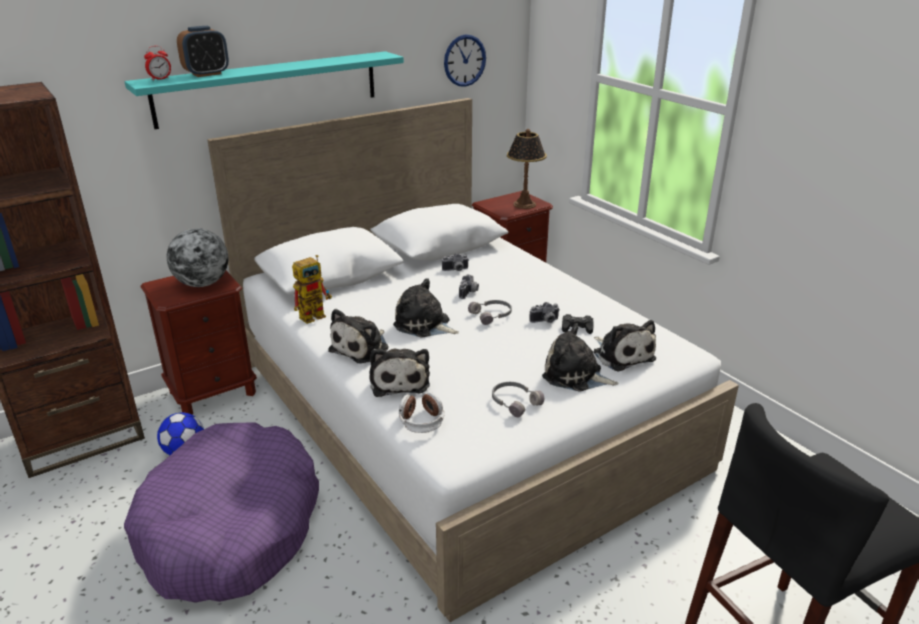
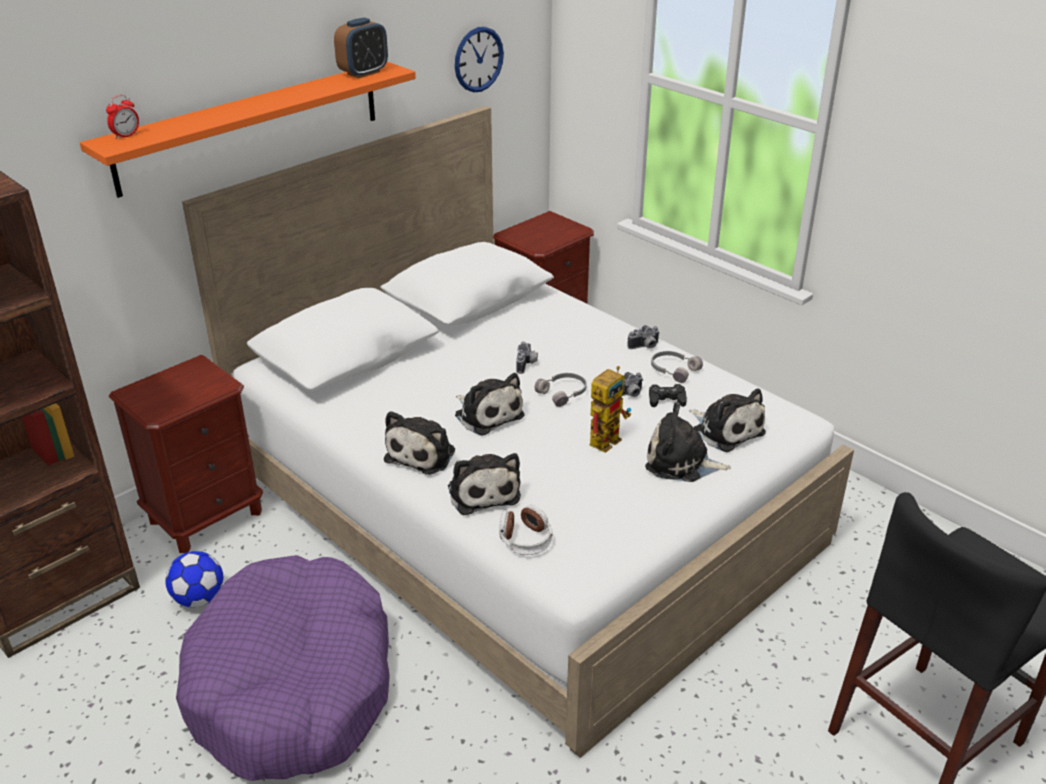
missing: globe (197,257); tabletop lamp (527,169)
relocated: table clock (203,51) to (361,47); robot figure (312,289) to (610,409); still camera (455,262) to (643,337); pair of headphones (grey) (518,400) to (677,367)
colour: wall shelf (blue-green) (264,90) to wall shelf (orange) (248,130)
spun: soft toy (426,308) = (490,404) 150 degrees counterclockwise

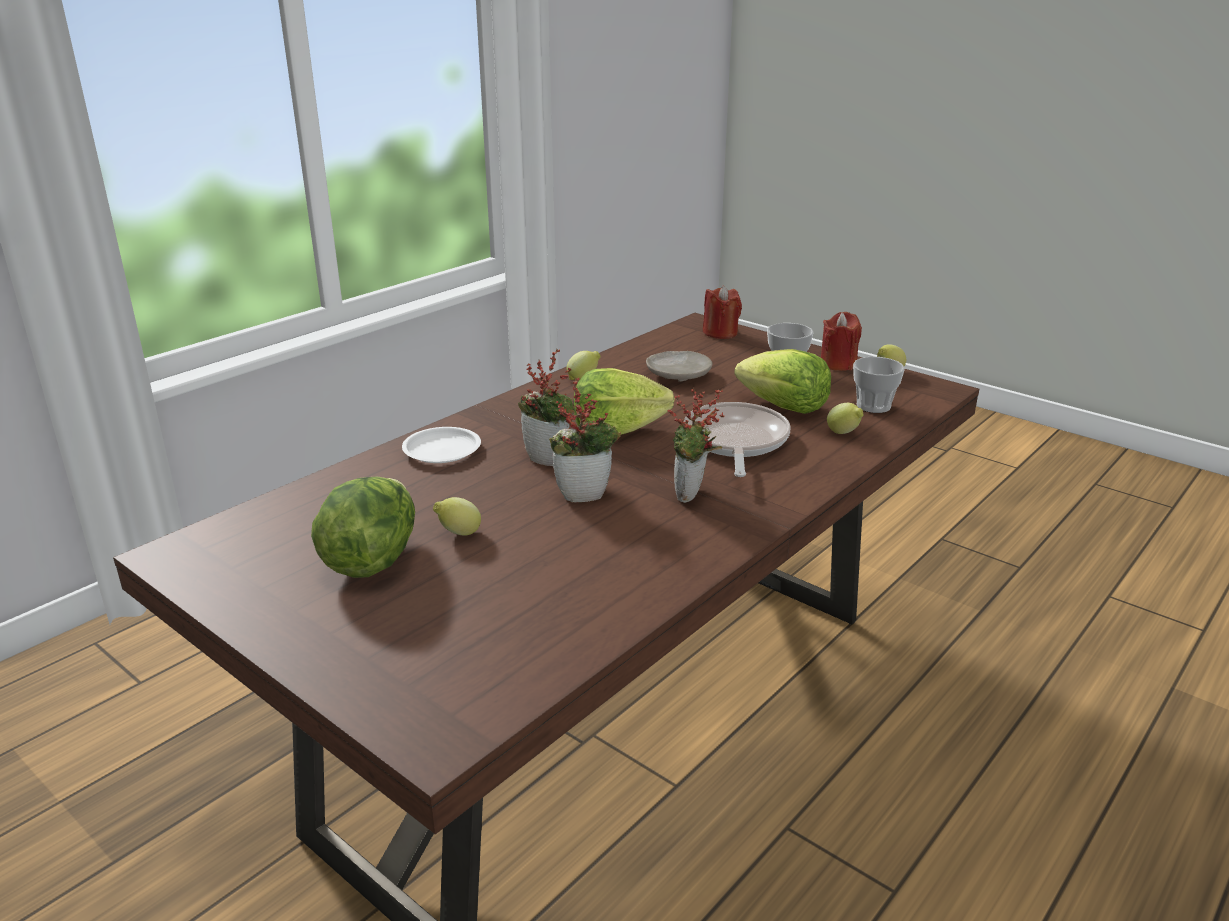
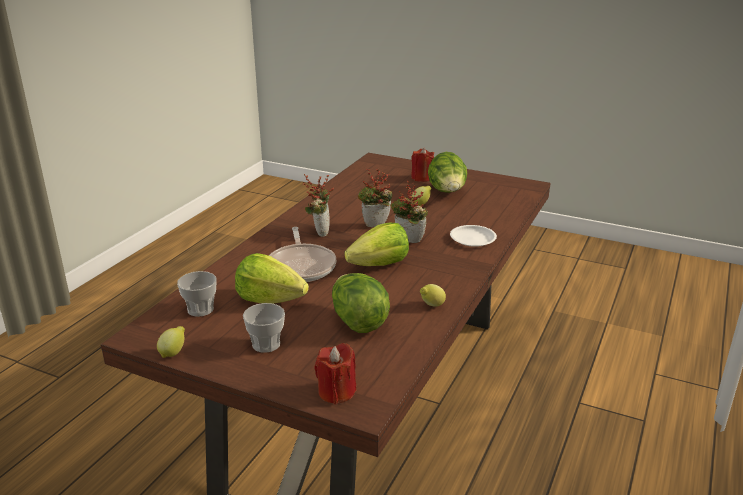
missing: citrus fruit (845,418)
relocated: wax candle (reddish) (841,341) to (422,165)
exchanged: flat dish (beige) (679,366) to lettuce (361,303)

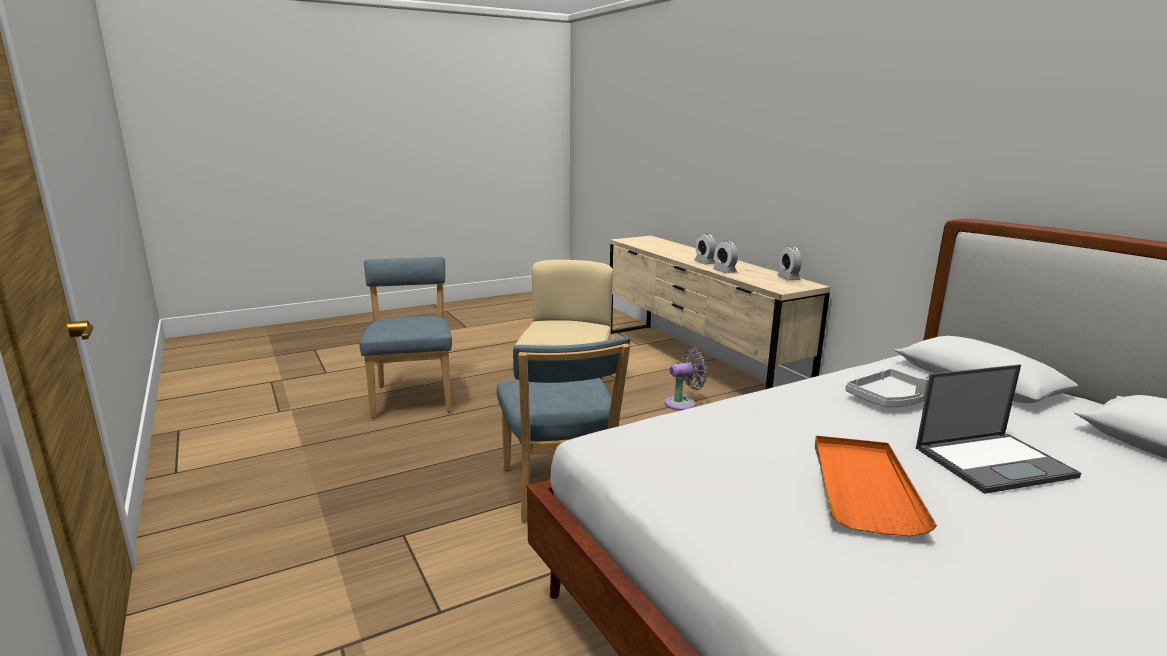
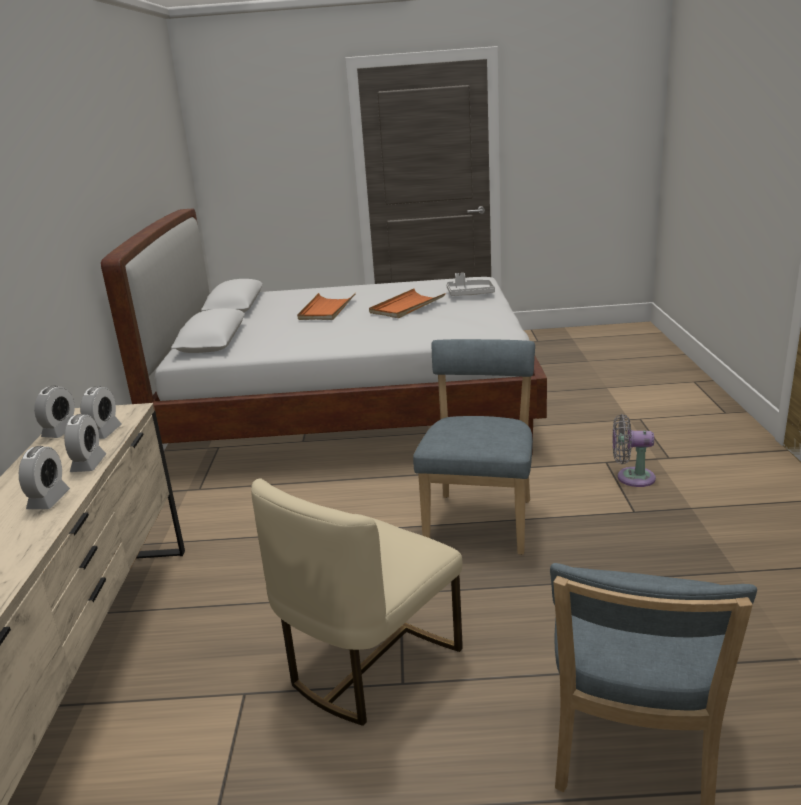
appeared: table clock (100,412)
relocated: serving tray (grey) (887,388) to (470,284); cooling fan (grey) (686,379) to (634,450)
exchanged: portable computer (998,429) to serving tray (orange) (326,306)

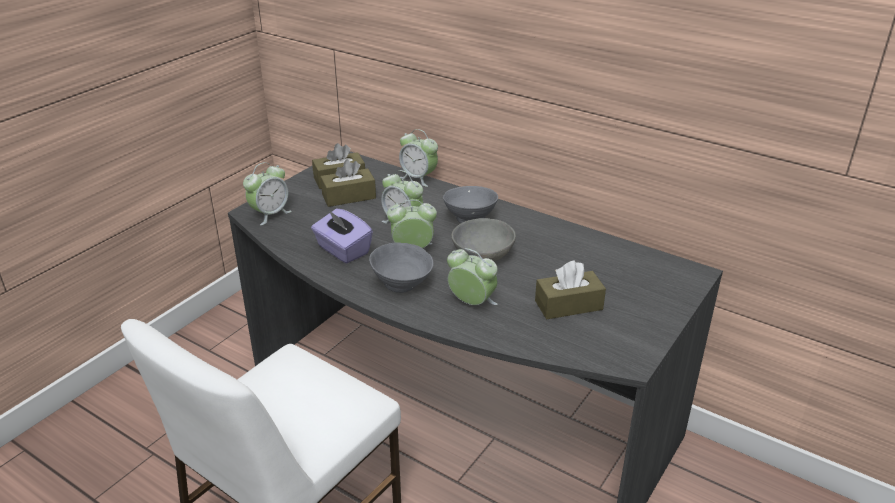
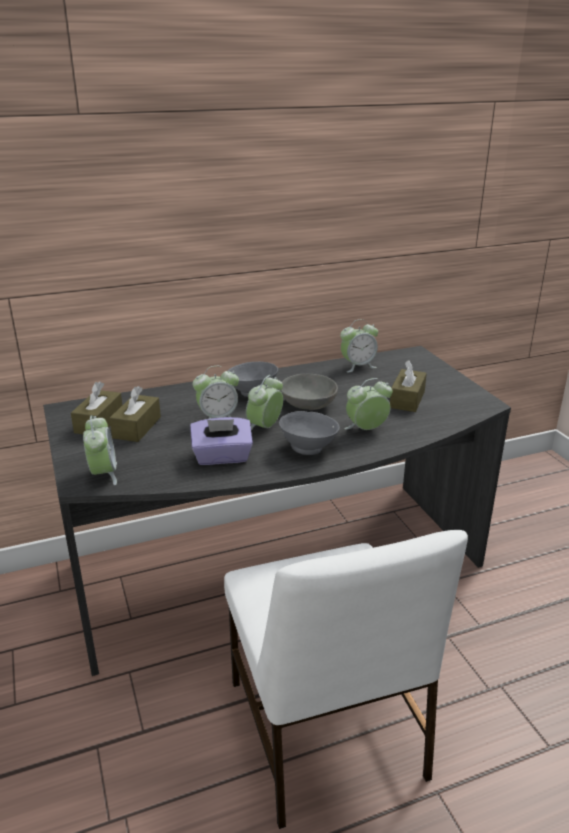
relocated: table clock (418,158) to (359,345)

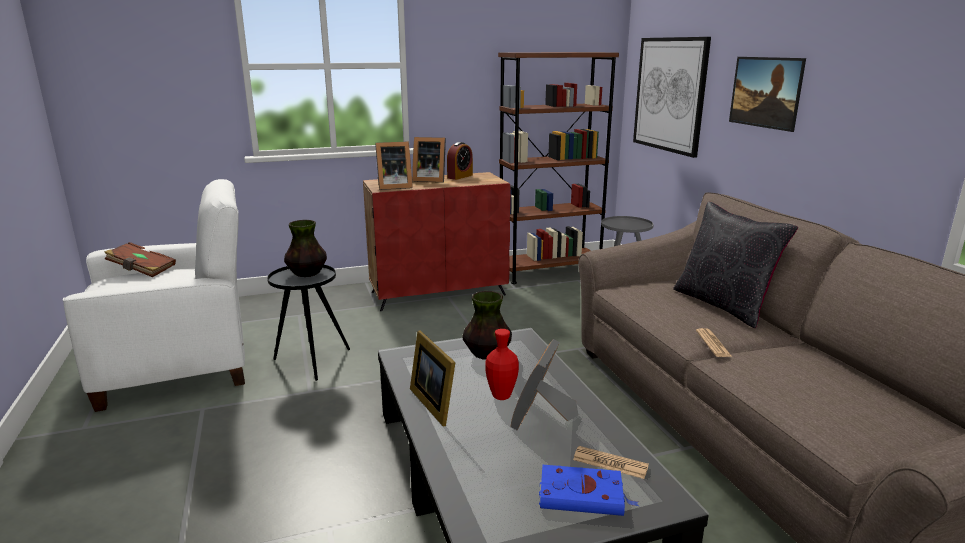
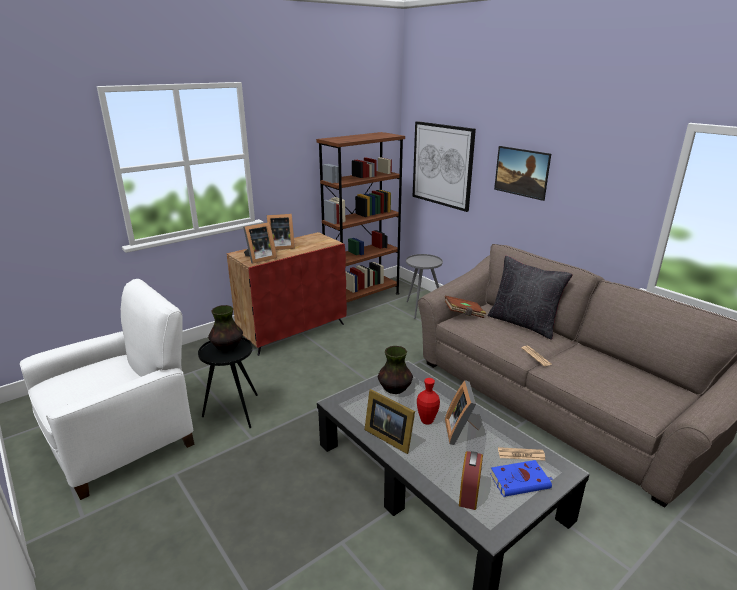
relocated: book (brown) (140,259) to (465,306); table clock (460,161) to (471,480)

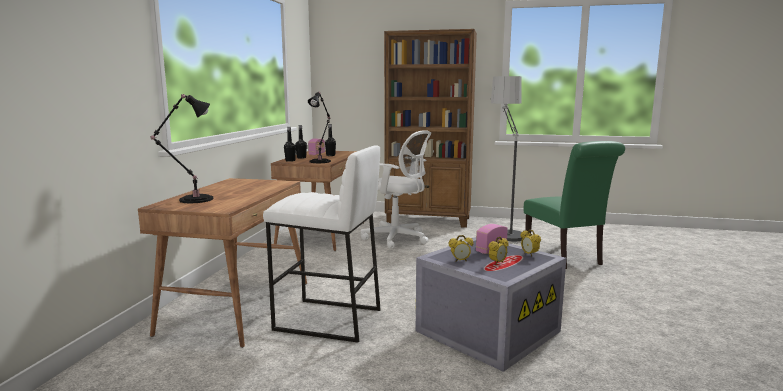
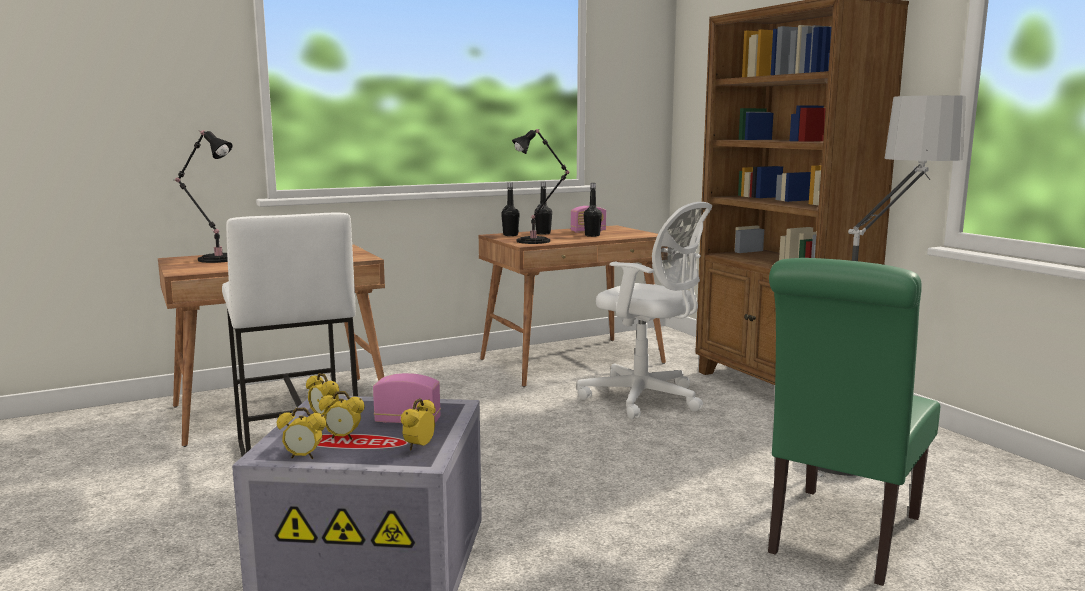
appeared: table clock (301,433)
spun: computer chair (white-coloured) (395,189) = (644,310) 45 degrees counterclockwise

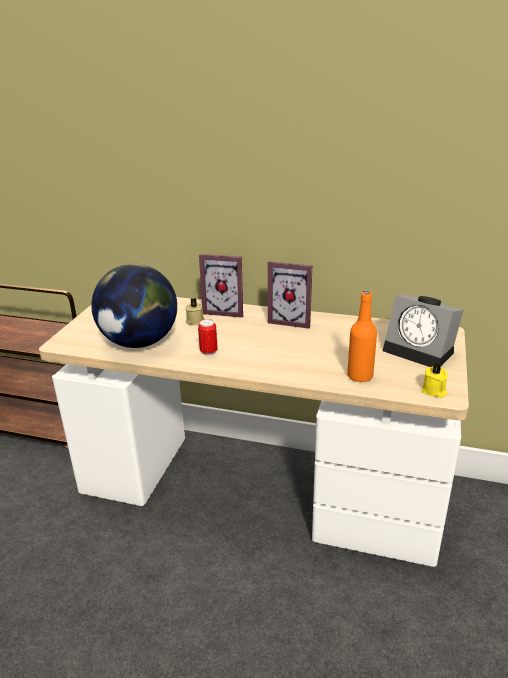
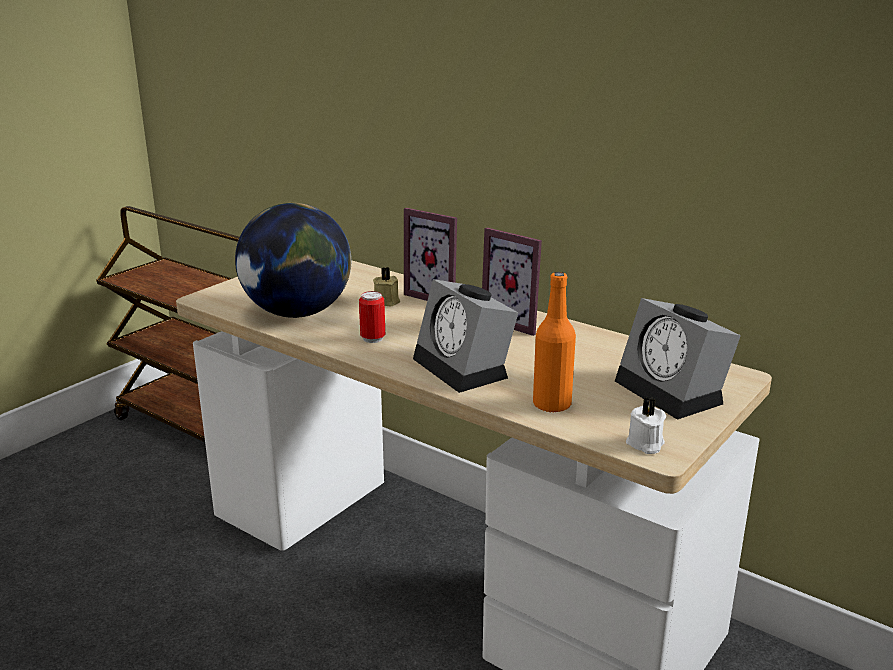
appeared: table clock (465,336)
colour: wax candle (yellow) (434,380) to wax candle (white-coloured) (646,425)

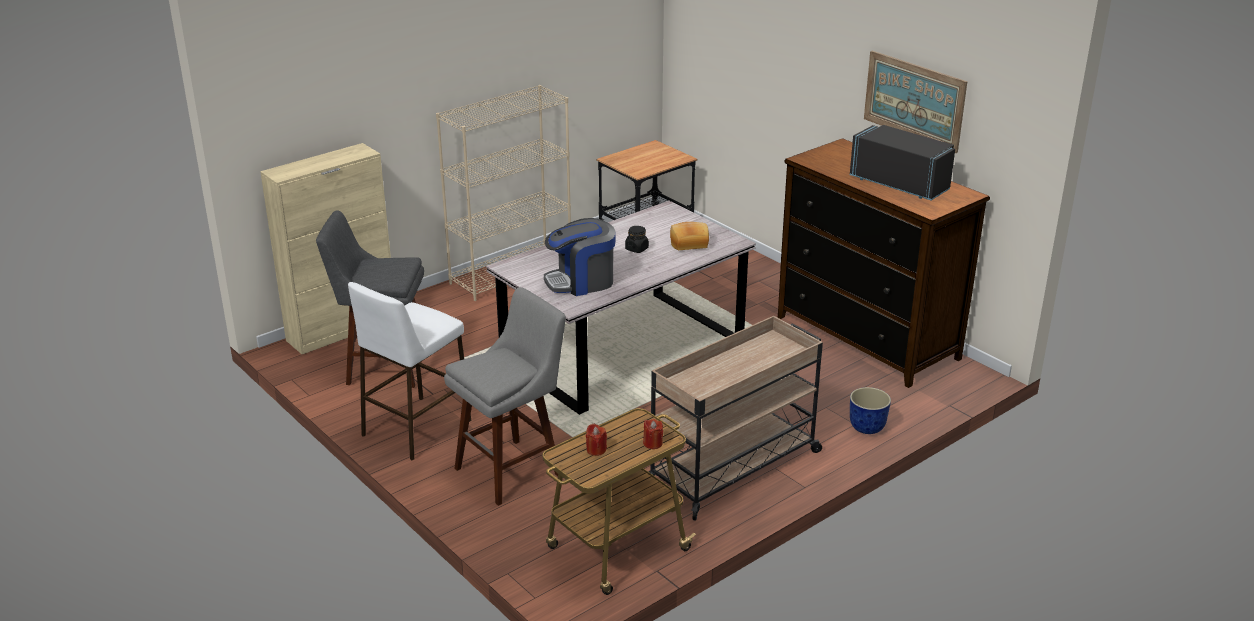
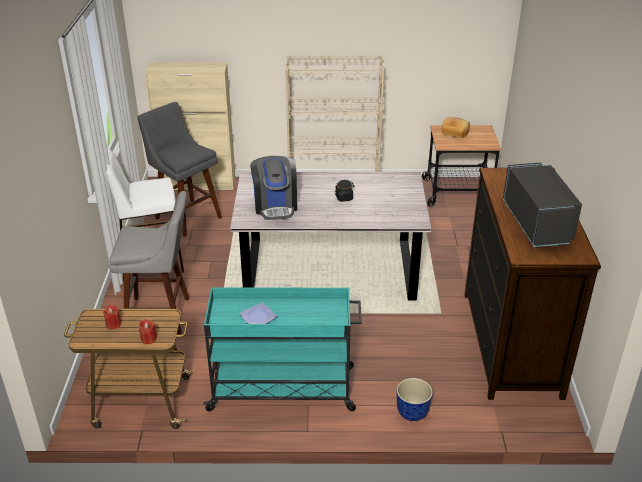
missing: picture (915,102)
appeared: flat dish (258,313)
relocated: bread (689,236) to (456,127)
colour: cart (beige) (735,418) to cart (blue-green) (282,349)
spun: coffee maker (579,257) = (273,188) 120 degrees counterclockwise

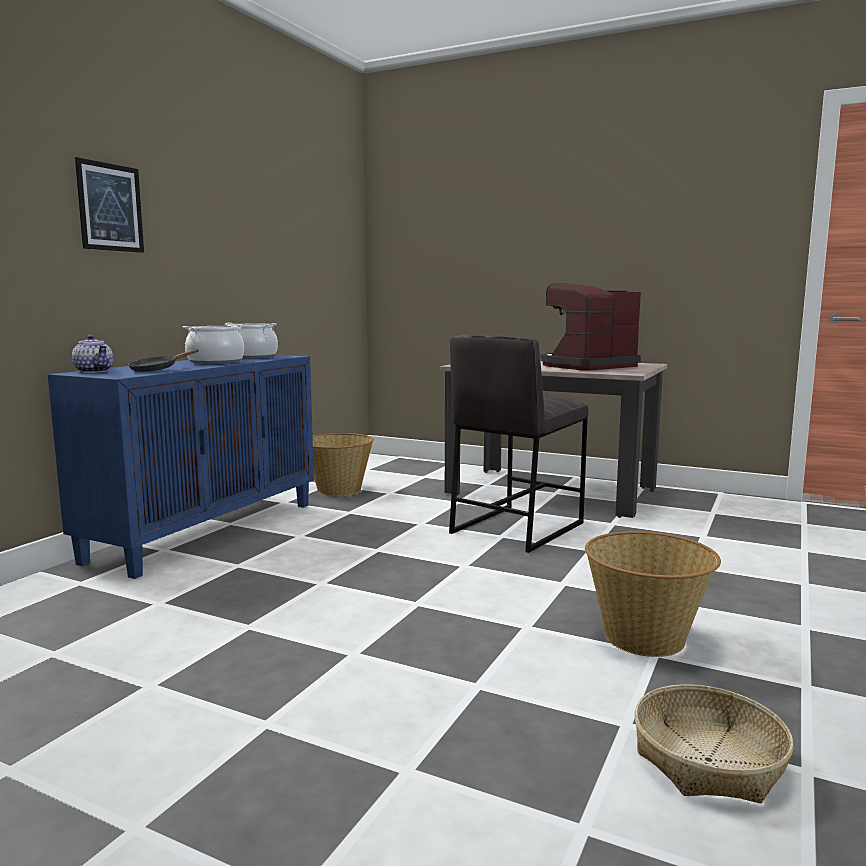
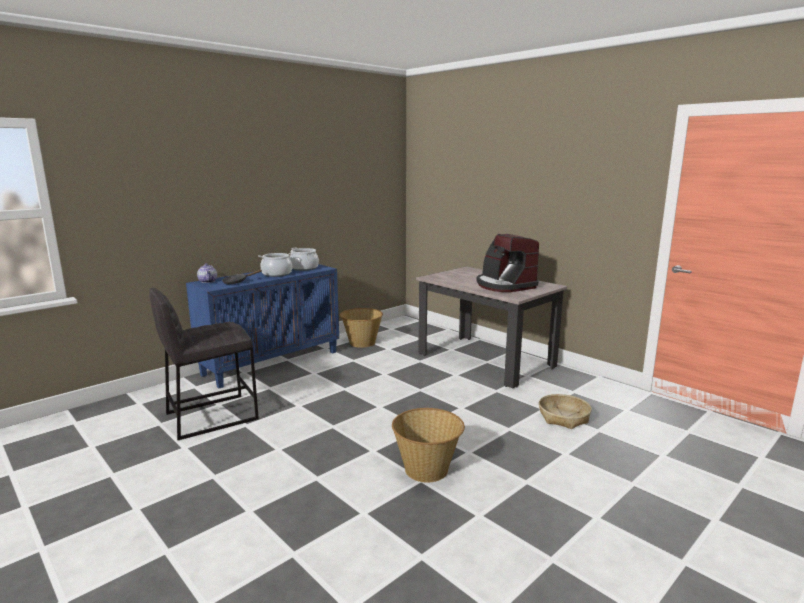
missing: picture (109,205)
relocated: stool seat (grey) (519,444) to (204,364); household basket (714,743) to (565,411)
spun: coffee maker (590,327) = (508,263) 105 degrees counterclockwise

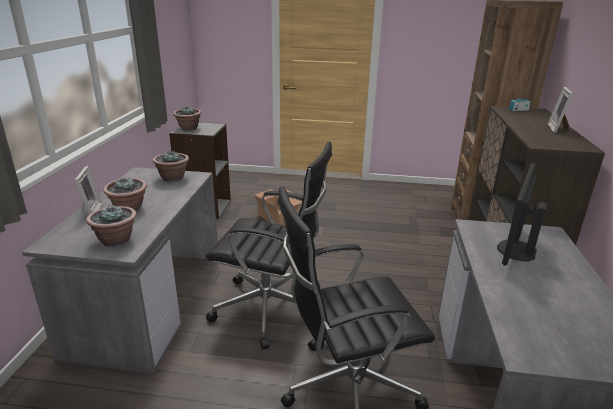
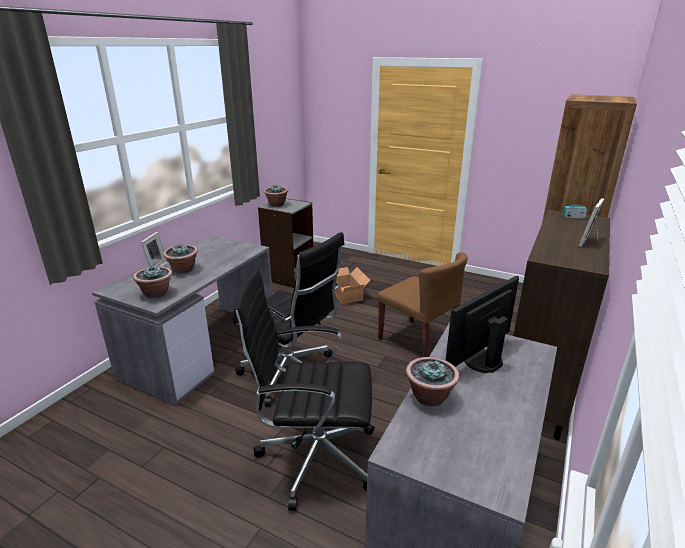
appeared: plain chair (brown) (422,304)
relocated: plant in a pot (170,166) to (432,382)

